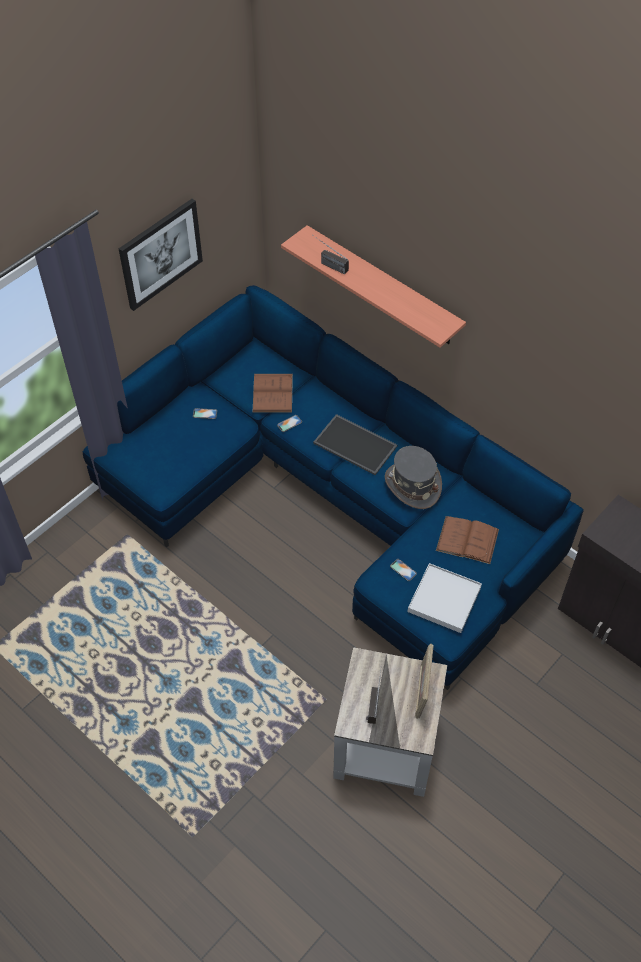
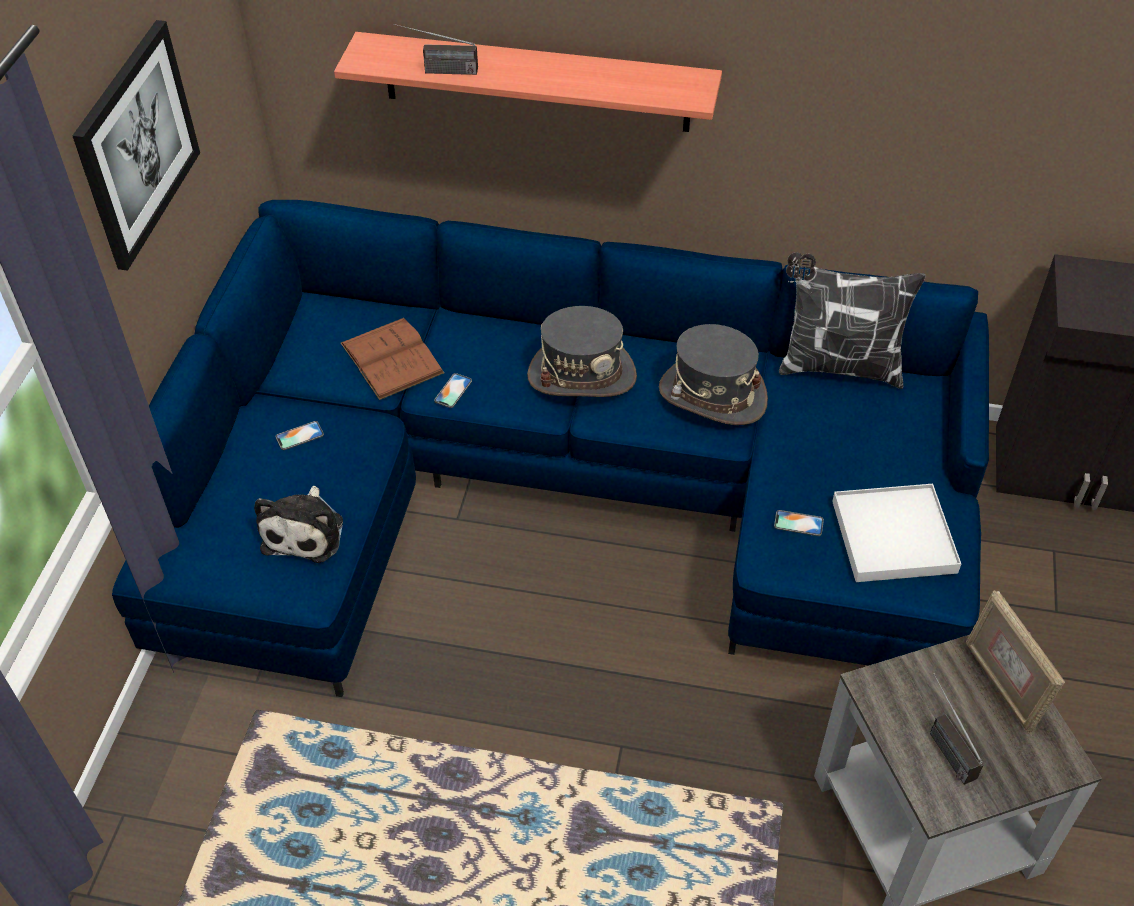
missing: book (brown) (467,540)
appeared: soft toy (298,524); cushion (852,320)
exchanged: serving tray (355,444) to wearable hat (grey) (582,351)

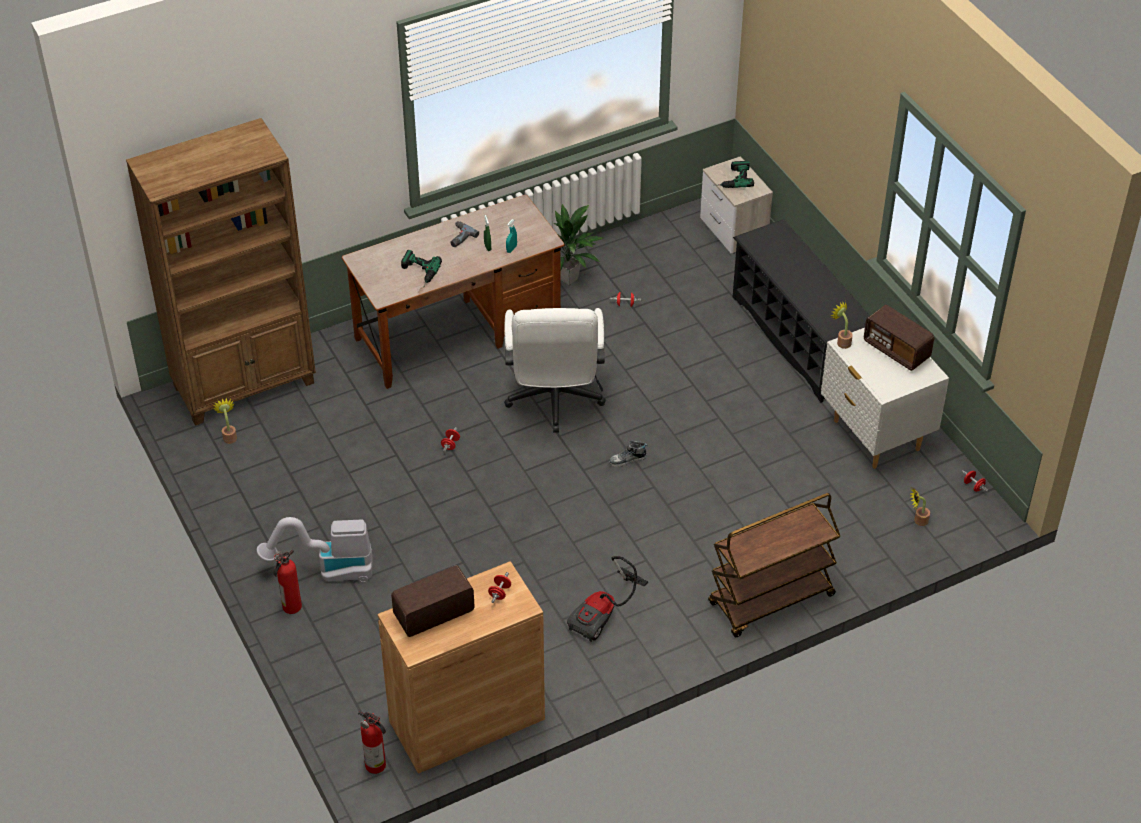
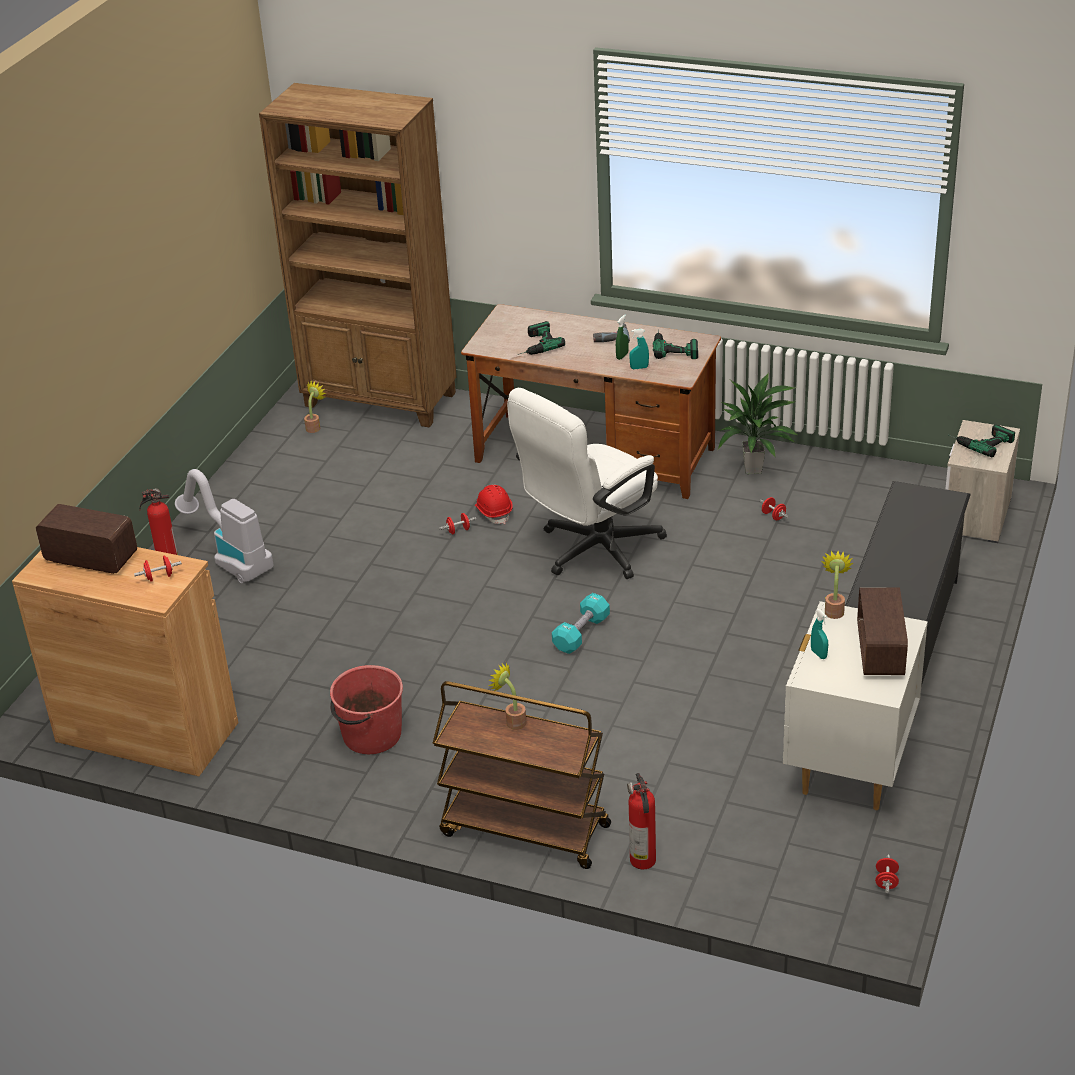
appeared: work helmet (reddish) (494,504); power drill (675,344); spray bottle (blue-green) (819,634)
relocated: plant in a pot (920,507) to (507,696); fire-fighting cylinder (372,742) to (641,821)
exchanged: vacuum (608,599) to bucket (reddish) (366,709); item of footwear (628,454) to dumbbell (blue-green) (581,623)

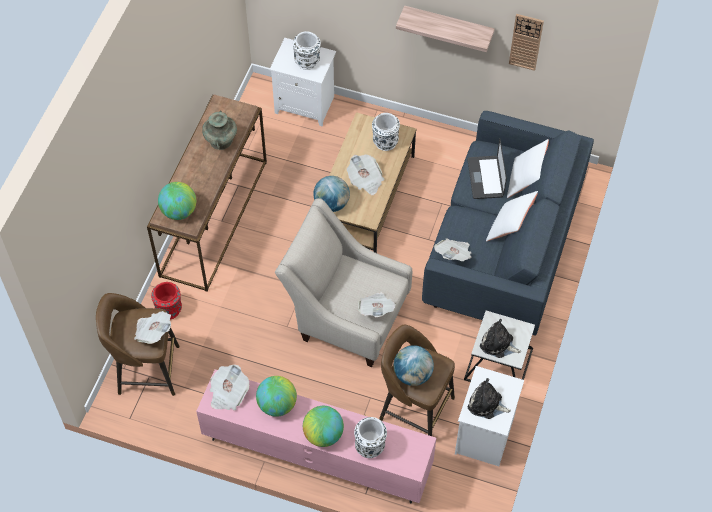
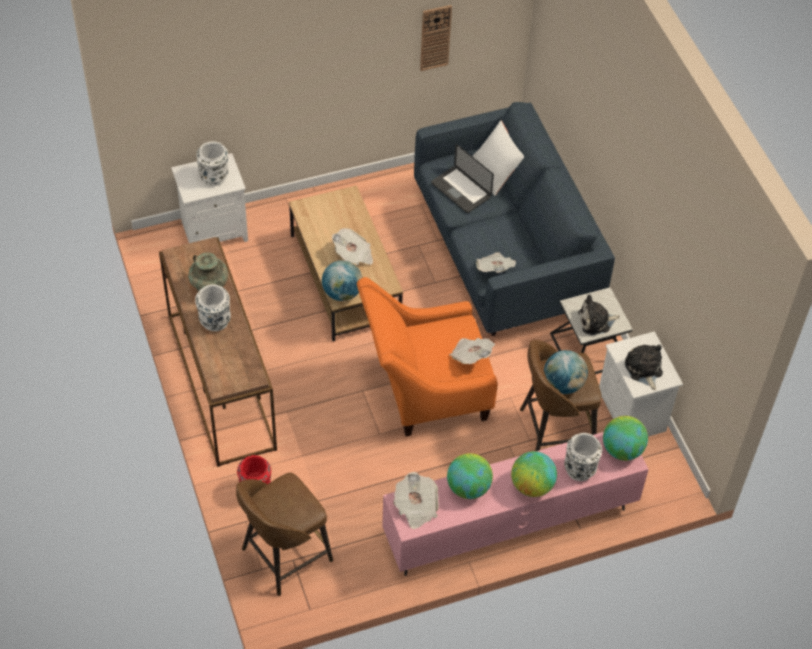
missing: newspaper (152,327); wall shelf (445,29); cushion (white-coloured) (512,216)
relocated: flower vase (white-coloured) (386,132) to (213,307); globe (177,201) to (625,438)
colour: lounge chair (beige) (343,282) to lounge chair (orange) (427,356)
spun: soft toy (489,398) = (644,367) 90 degrees clockwise

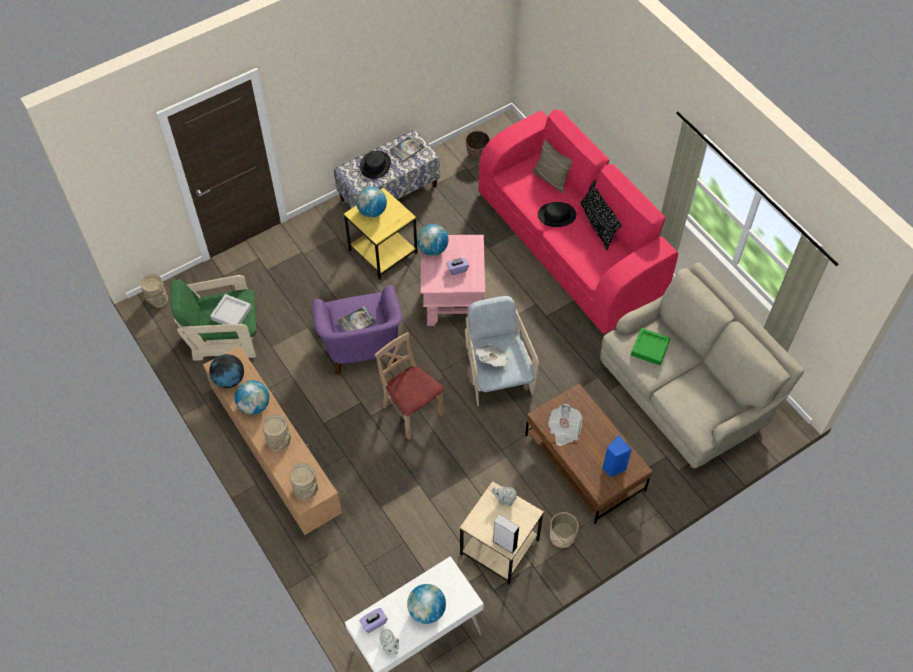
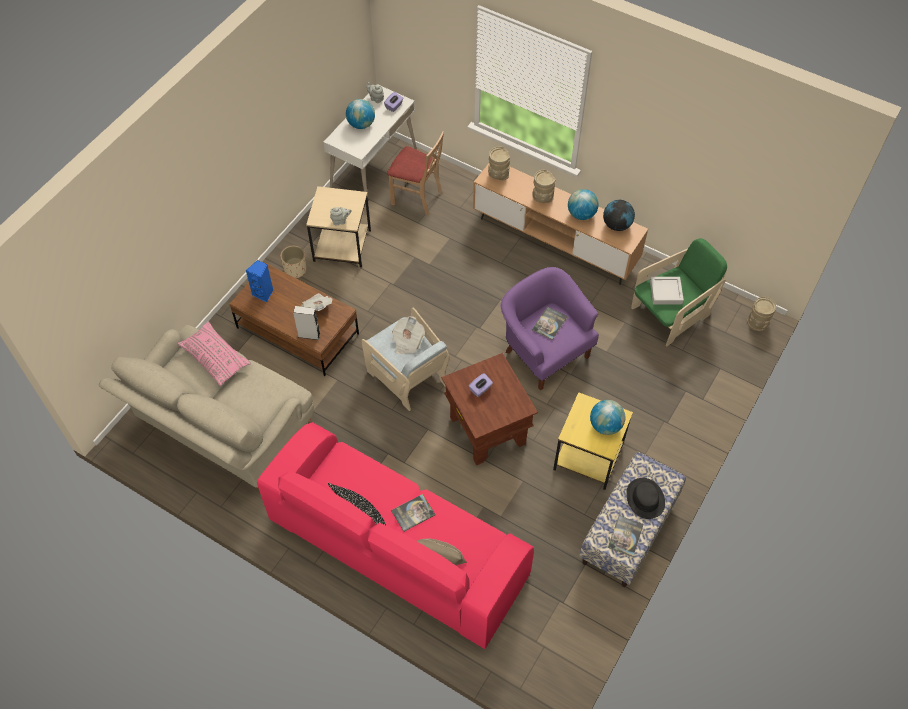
missing: globe (432,240); planter (477,146); serving tray (green-coloured) (651,346)
appeared: cushion (pinkish) (214,353)
relocated: loudspeaker (grey) (506,534) to (306,323); plain chair (beige) (409,386) to (415,173)
exchanged: wearable hat (black) (557,214) to book (413,513)
colour: accent table (pinkish) (453,280) to accent table (brown) (490,409)

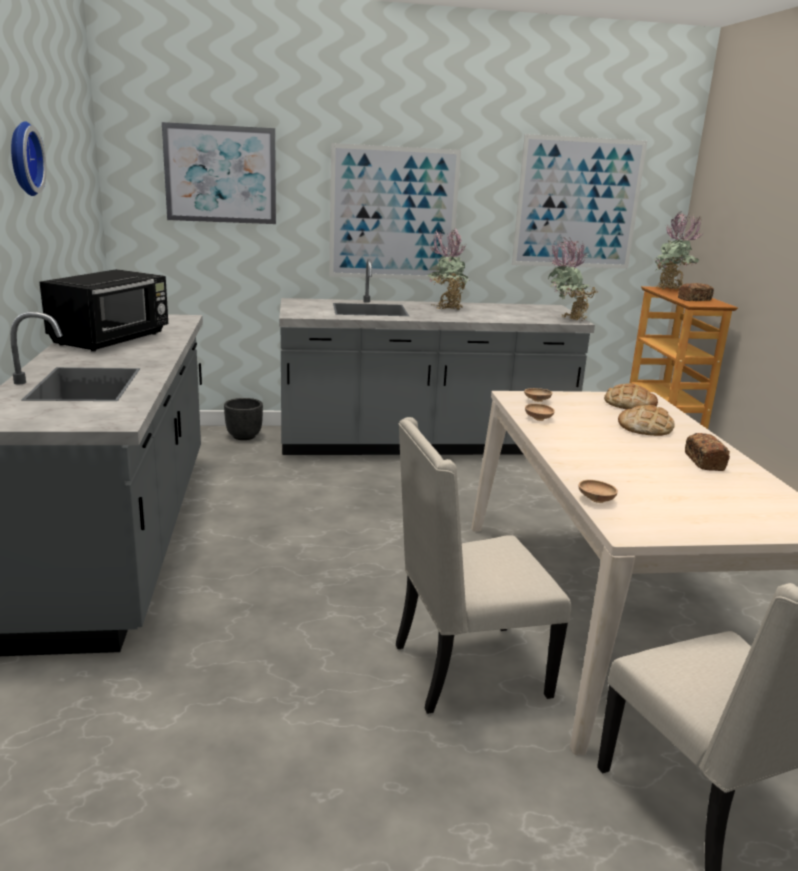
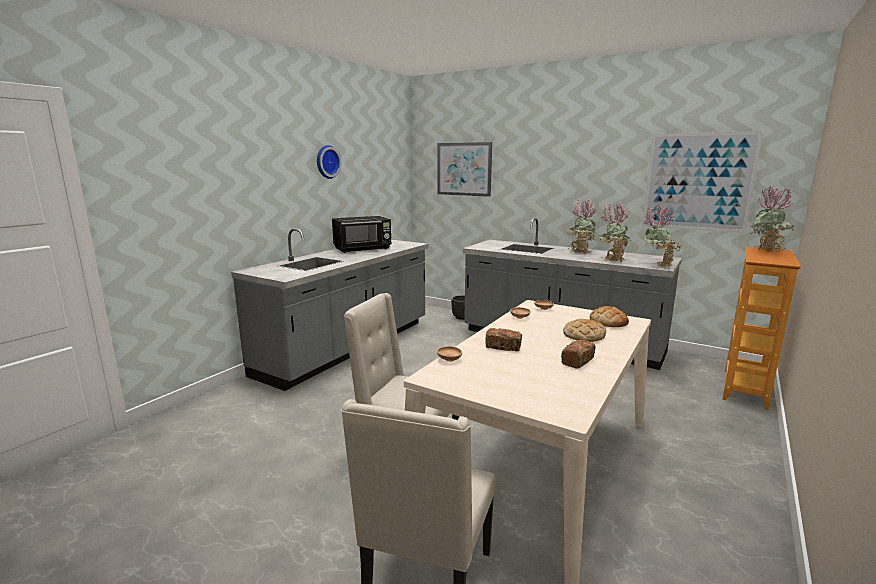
missing: picture (395,211)
appeared: plant in a pot (614,232)
relocated: bread (696,292) to (503,340)

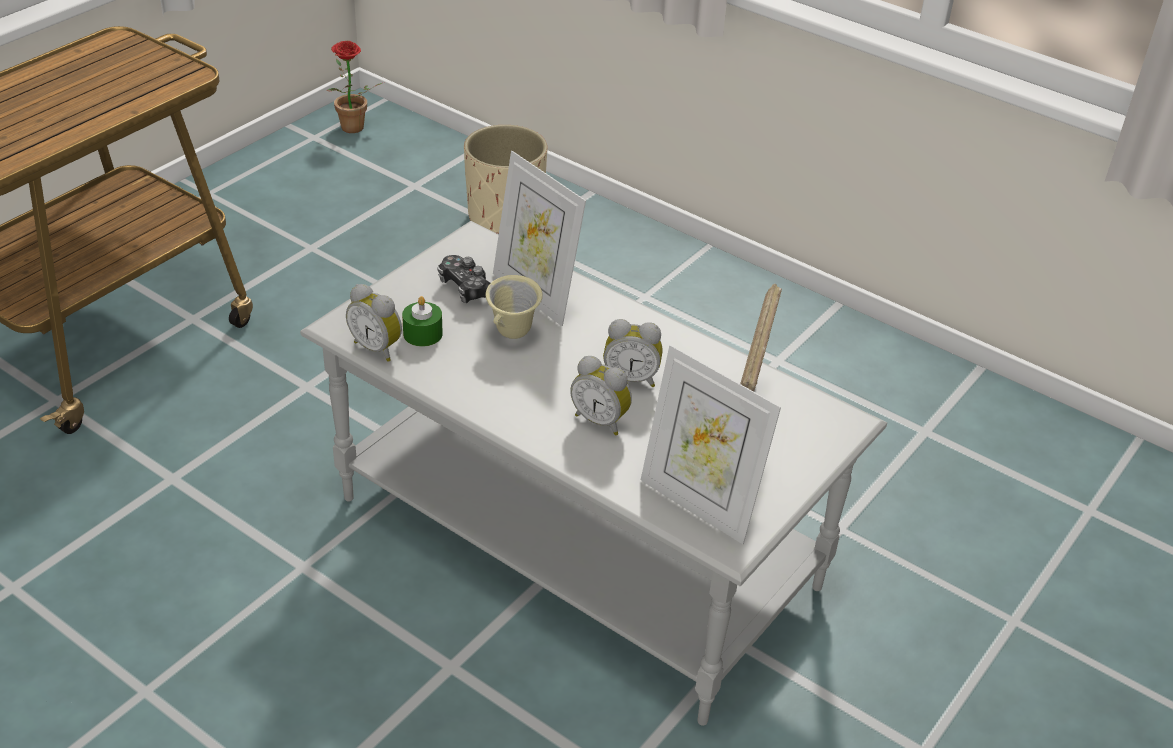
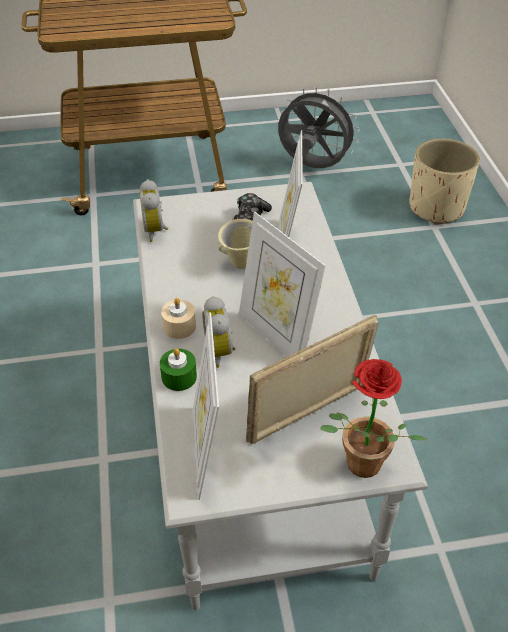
appeared: wax candle (beige) (178,318); cooling fan (grey) (319,127)
relocated: wax candle (green-coloured) (422,321) to (178,369); plant in a pot (354,87) to (373,418)
exchanged: table clock (633,353) to standing frame (282,284)

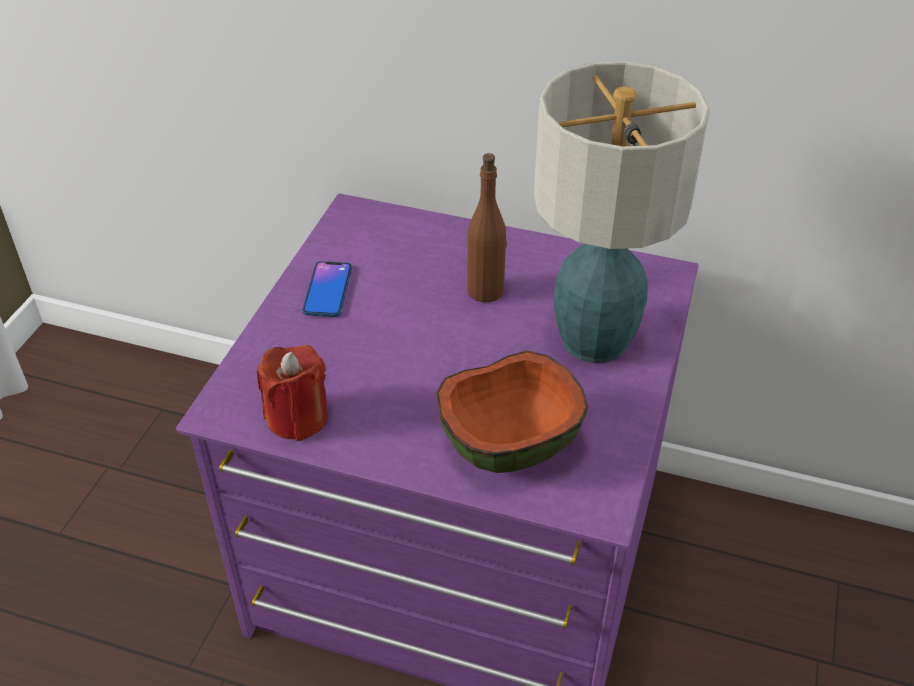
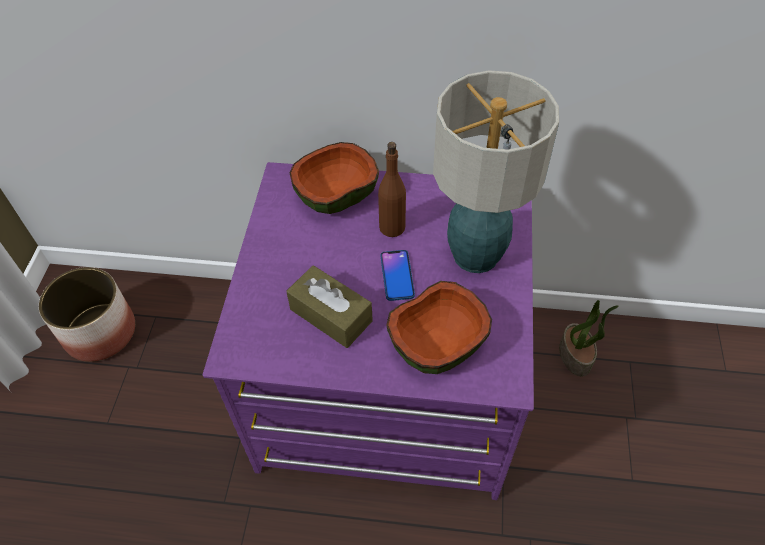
missing: wax candle (reddish) (292,393)
appeared: planter (87,314); tissue box (brown) (329,306); deep dish (334,178); plant in a pot (588,338)
relocated: handset (327,289) to (398,275)

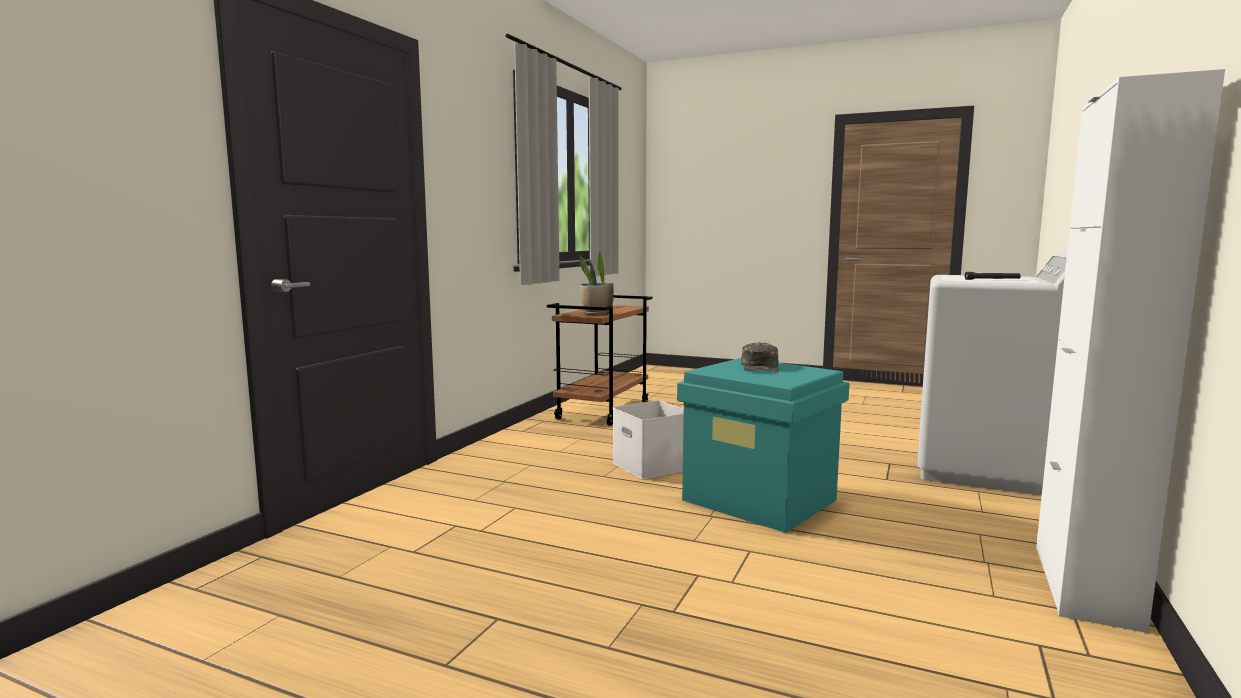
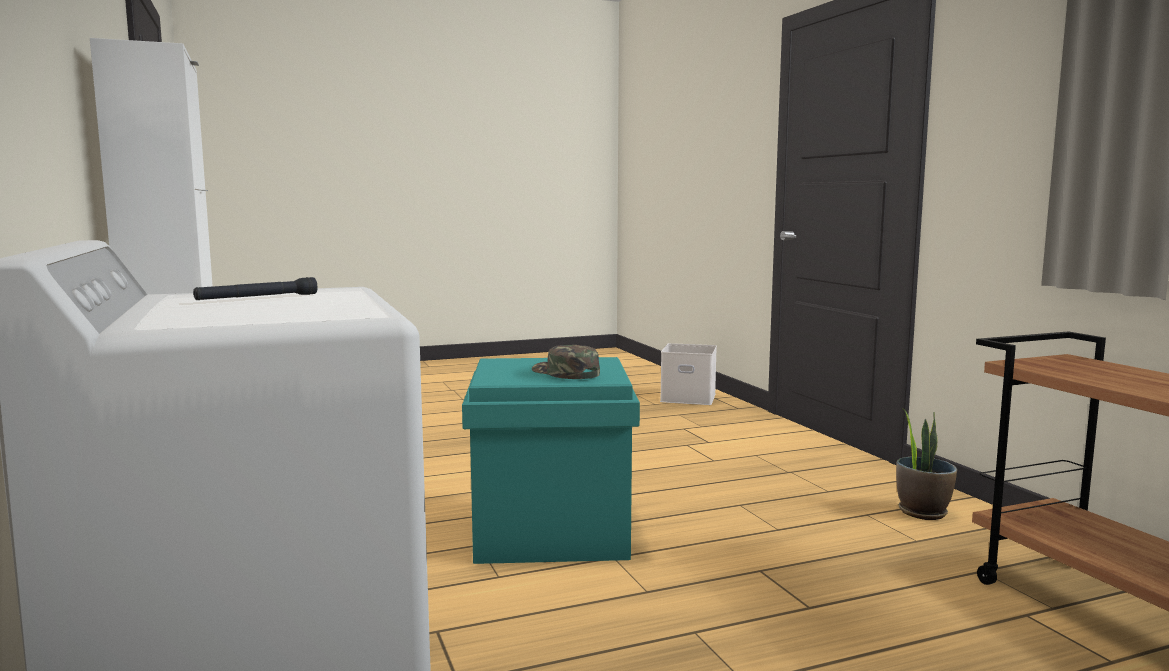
relocated: storage box (white-coloured) (648,440) to (688,374); plant in a pot (596,283) to (926,464)

